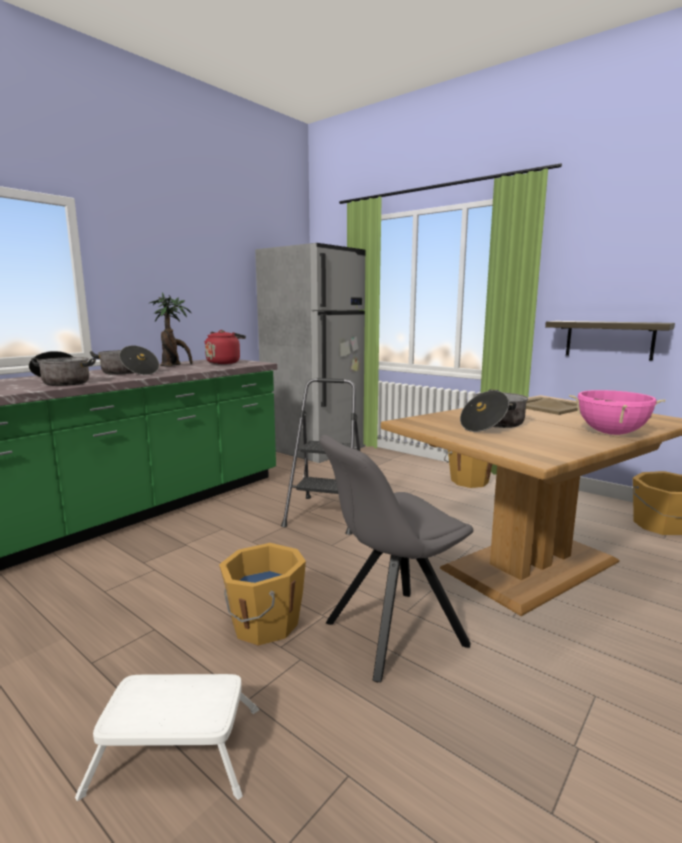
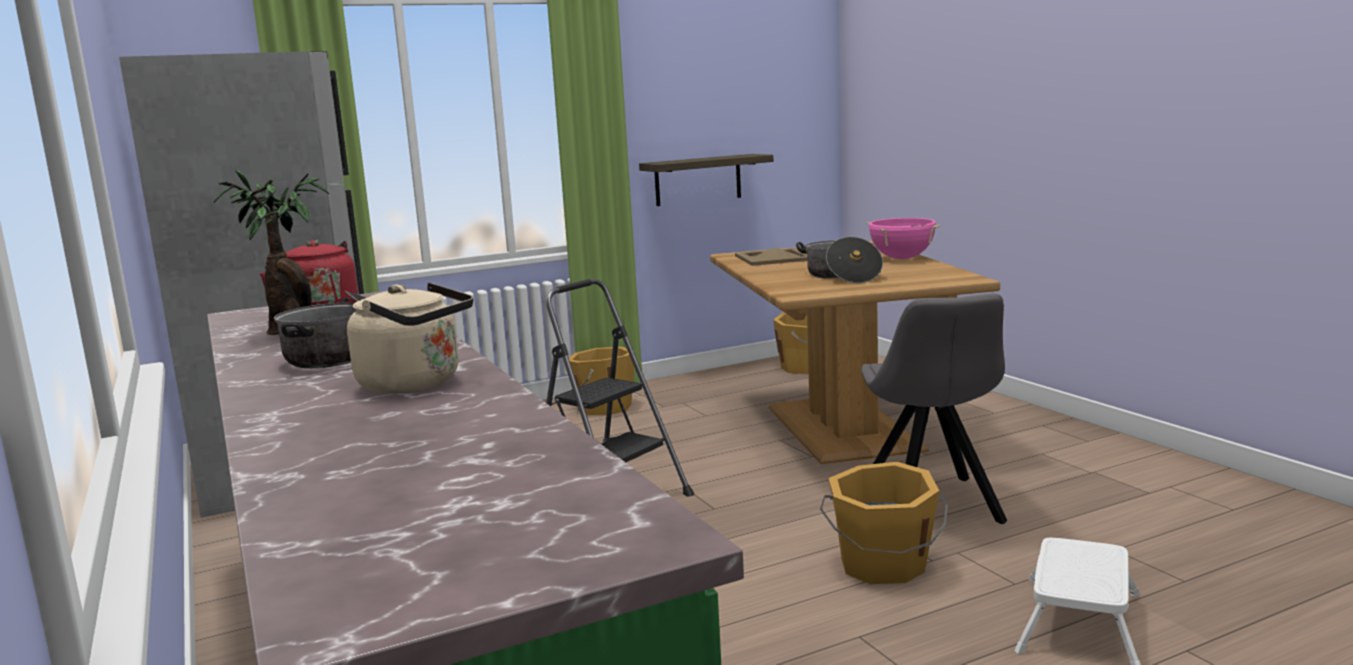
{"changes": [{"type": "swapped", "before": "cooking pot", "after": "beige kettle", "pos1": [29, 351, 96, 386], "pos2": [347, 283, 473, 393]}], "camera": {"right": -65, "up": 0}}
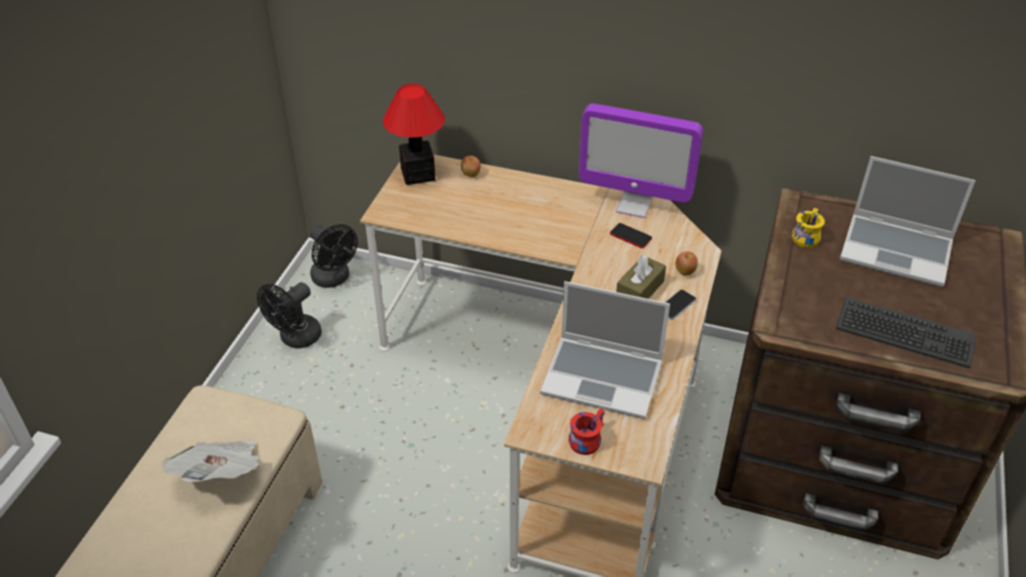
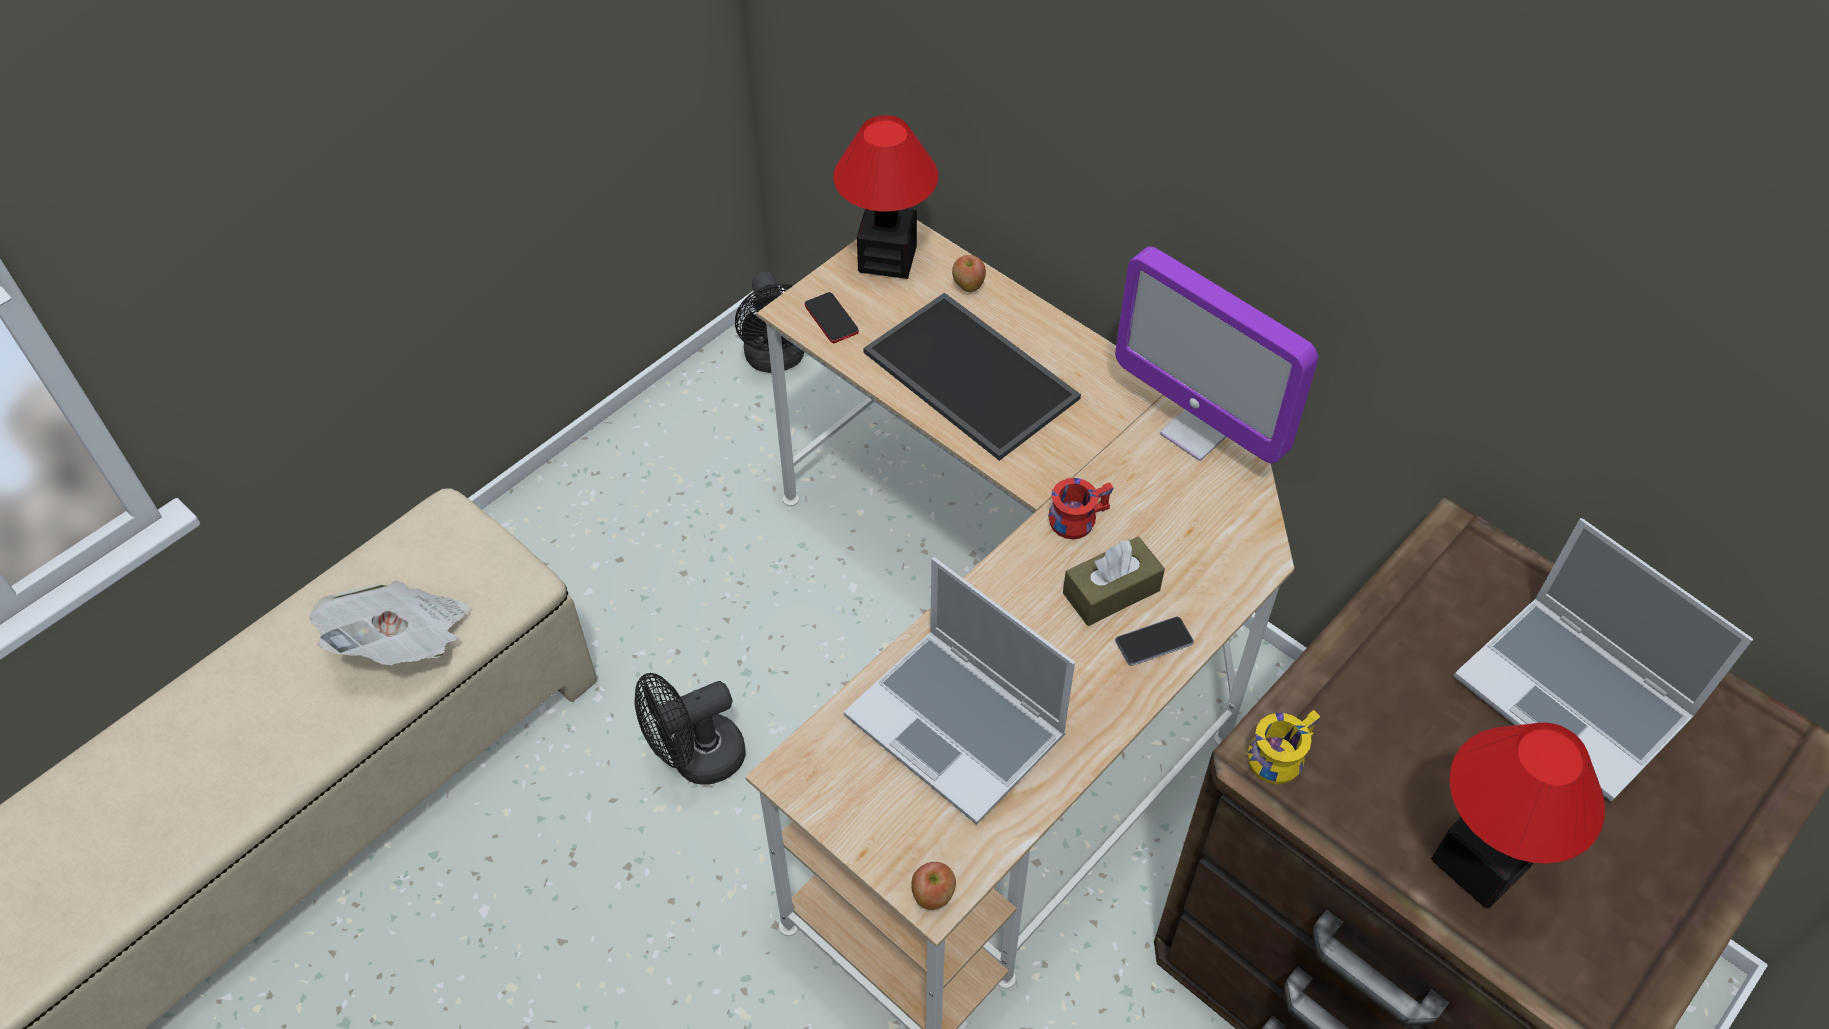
{"changes": [{"type": "shifted", "before": "black fan", "pos1": [257, 282, 322, 349], "pos2": [634, 673, 745, 785]}, {"type": "shifted", "before": "phone", "pos1": [610, 223, 652, 248], "pos2": [805, 292, 859, 343]}, {"type": "new", "after": "tray", "pos2": [863, 292, 1081, 461]}, {"type": "shifted", "before": "apple", "pos1": [675, 251, 698, 276], "pos2": [911, 862, 956, 910]}, {"type": "shifted", "before": "red mug", "pos1": [569, 408, 605, 455], "pos2": [1048, 478, 1113, 539]}, {"type": "shifted", "before": "yellow mug", "pos1": [792, 208, 825, 248], "pos2": [1248, 710, 1321, 784]}, {"type": "swapped", "before": "keyboard", "after": "table lamp", "pos1": [836, 297, 977, 369], "pos2": [1431, 722, 1605, 908]}], "camera": {"right": 25, "up": 10}}
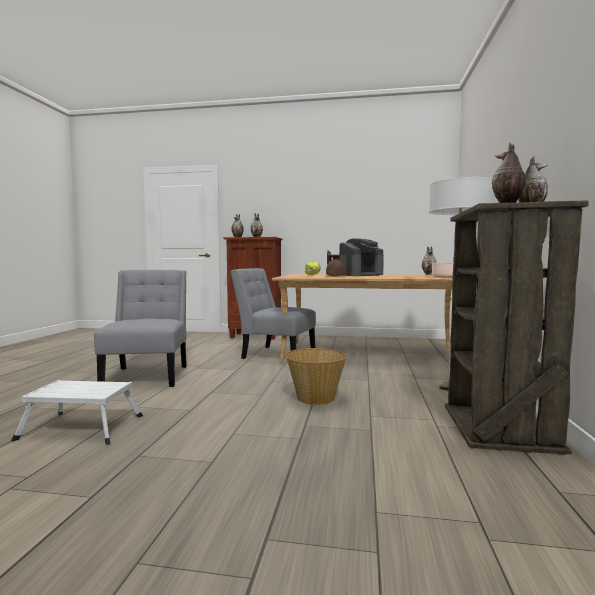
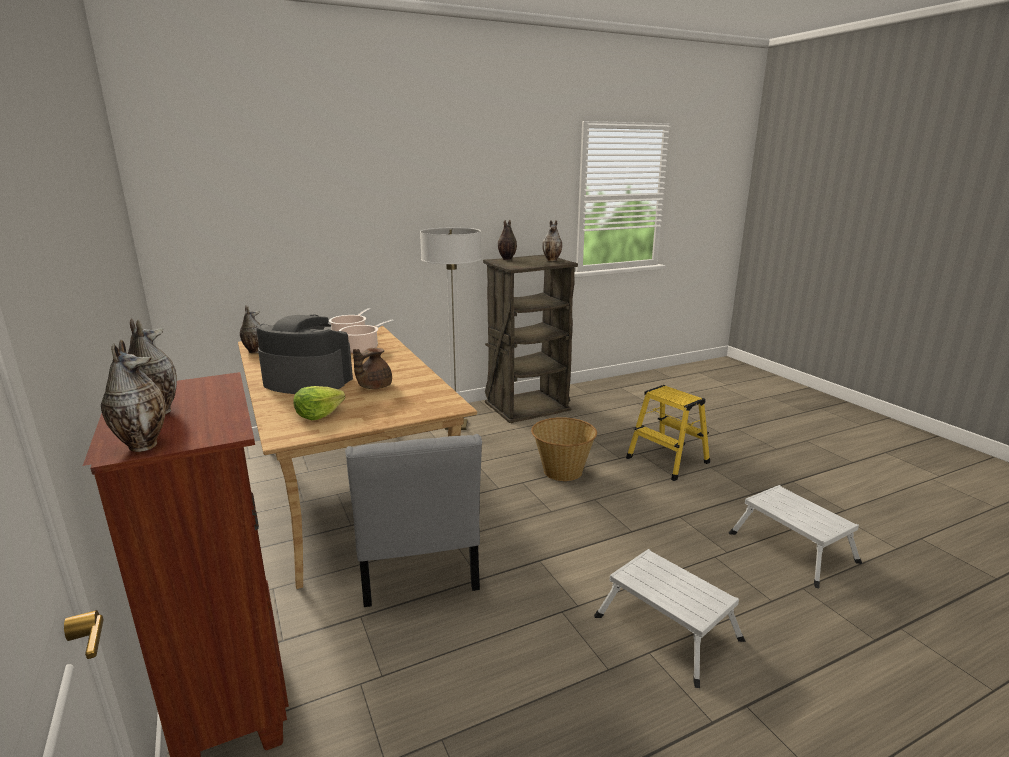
{"changes": [{"type": "new", "after": "cooking pot", "pos2": [339, 320, 394, 353]}, {"type": "swapped", "before": "grey chair", "after": "white step ladder", "pos1": [94, 270, 187, 387], "pos2": [594, 549, 746, 688]}, {"type": "new", "after": "yellow step ladder", "pos2": [626, 385, 710, 481]}], "camera": {"right": -125, "up": 15}}
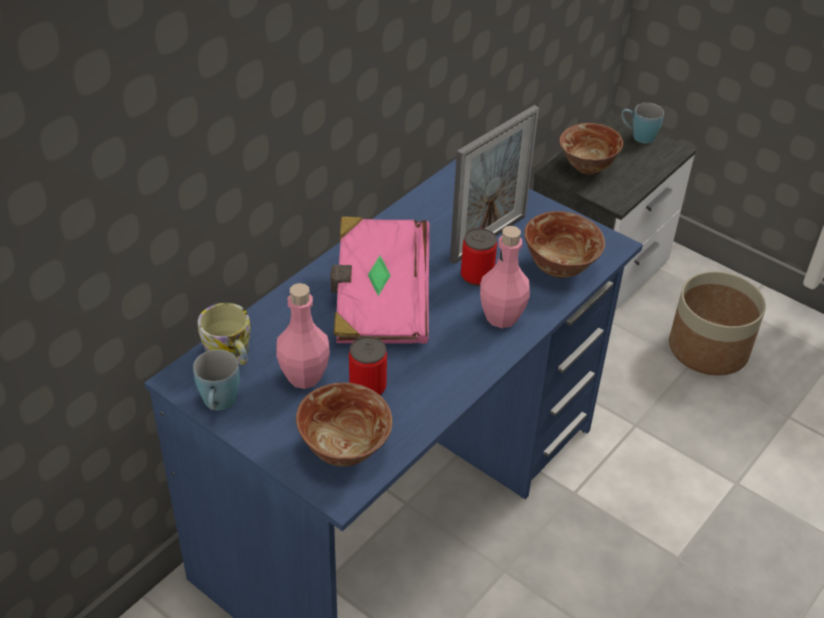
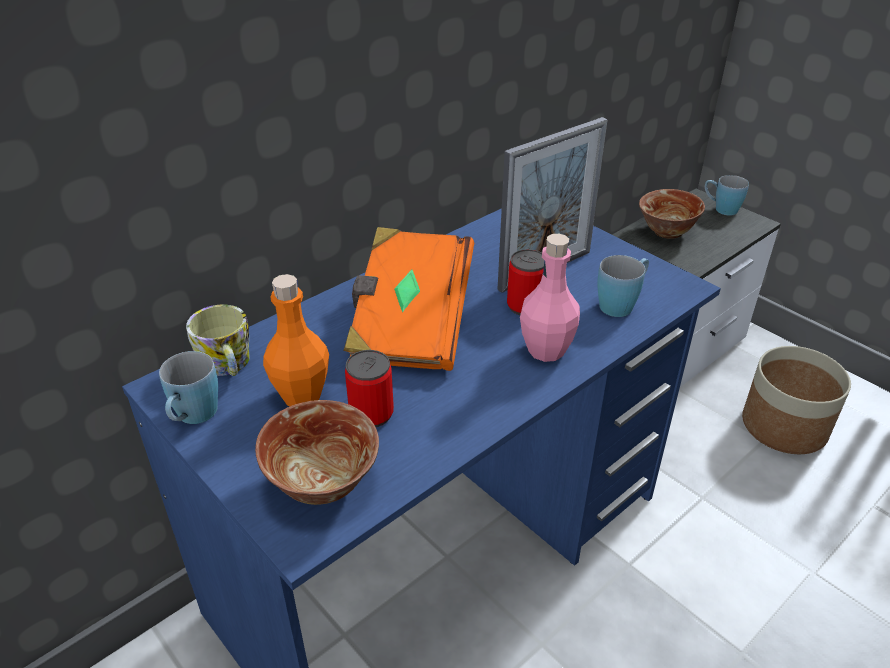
{"changes": [{"type": "repainted", "before": "pink bottle", "after": "orange bottle", "pos1": [276, 283, 330, 389], "pos2": [263, 274, 329, 406]}, {"type": "repainted", "before": "pink book", "after": "orange book", "pos1": [330, 216, 430, 344], "pos2": [344, 227, 474, 371]}, {"type": "swapped", "before": "bowl", "after": "blue mug", "pos1": [524, 211, 605, 278], "pos2": [597, 255, 649, 317]}], "camera": {"right": 10, "up": -5}}
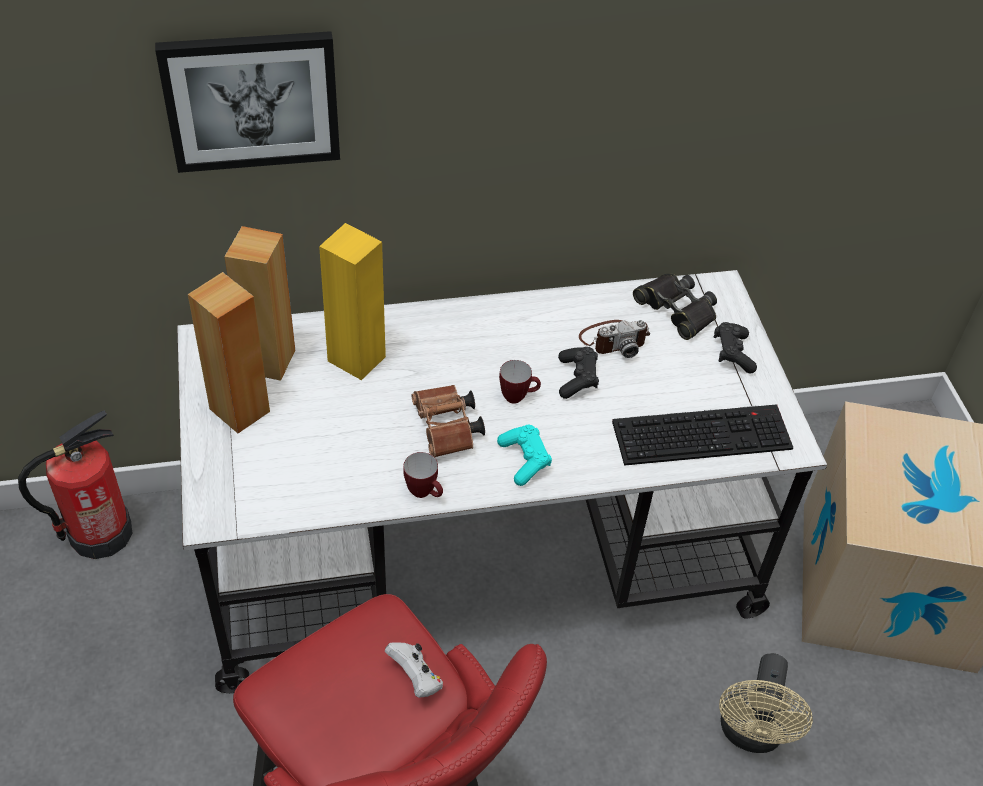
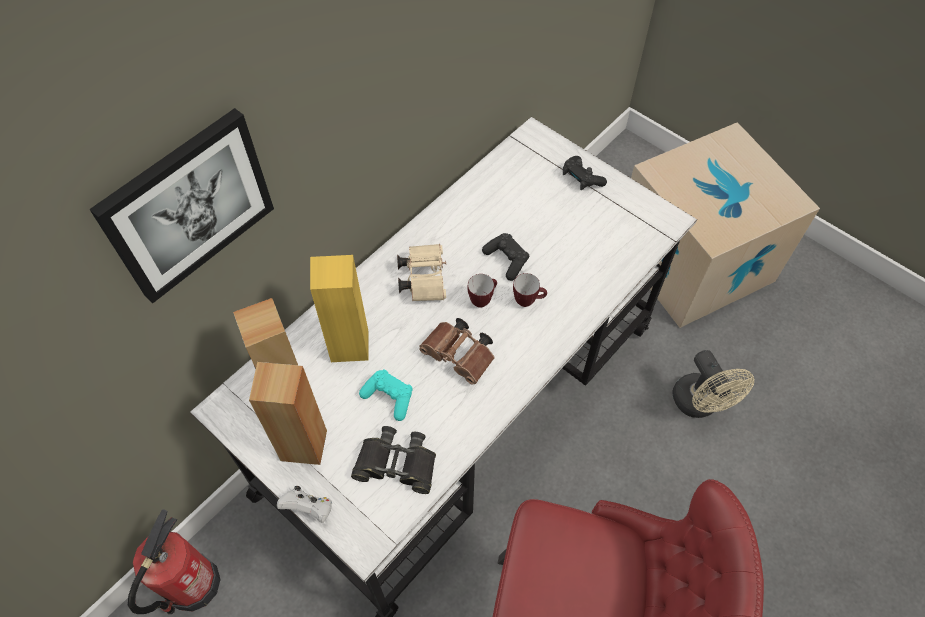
{"changes": [{"type": "shifted", "before": "white game controller", "pos1": [385, 642, 443, 698], "pos2": [277, 486, 332, 523]}, {"type": "shifted", "before": "black binoculars", "pos1": [633, 274, 717, 340], "pos2": [351, 426, 436, 494]}, {"type": "shifted", "before": "turquoise game controller", "pos1": [497, 425, 552, 486], "pos2": [359, 369, 413, 421]}, {"type": "new", "after": "beige binoculars", "pos2": [397, 244, 446, 301]}, {"type": "shifted", "before": "mug", "pos1": [403, 452, 443, 498], "pos2": [513, 273, 547, 307]}, {"type": "gone", "before": "photo camera", "pos1": [579, 320, 650, 358]}, {"type": "gone", "before": "keyboard", "pos1": [612, 404, 794, 466]}], "camera": {"right": -35, "up": 10}}
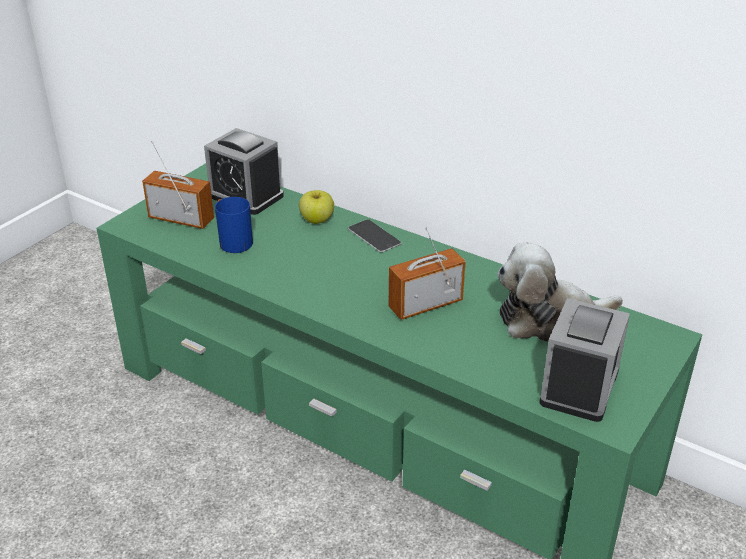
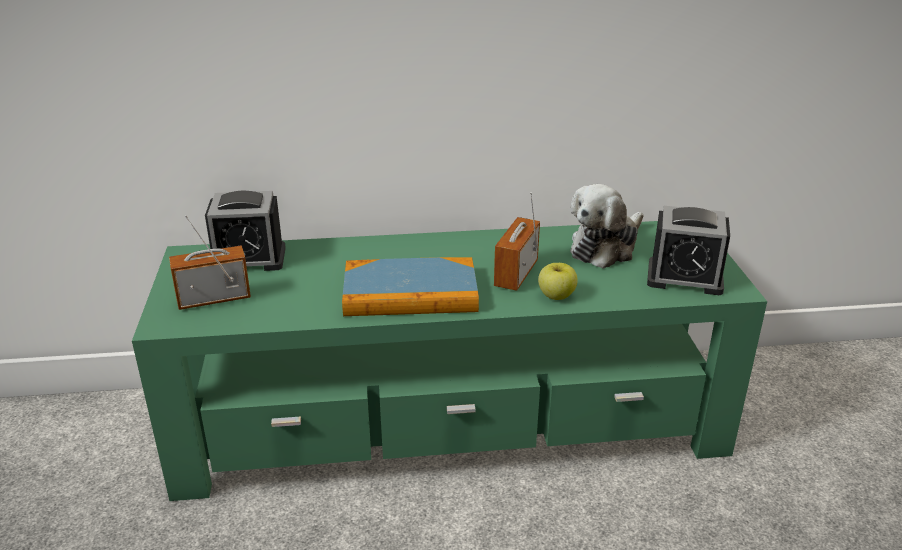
{"changes": [{"type": "new", "after": "book", "pos2": [342, 257, 479, 316]}, {"type": "shifted", "before": "apple", "pos1": [299, 190, 334, 224], "pos2": [538, 263, 578, 300]}, {"type": "rotated", "before": "alarm clock", "pos1": [539, 298, 630, 422], "pos2": [647, 206, 730, 295], "turn": 120}, {"type": "gone", "before": "blue mug", "pos1": [215, 197, 253, 253]}, {"type": "gone", "before": "phone", "pos1": [348, 219, 402, 253]}], "camera": {"right": -40, "up": -5}}
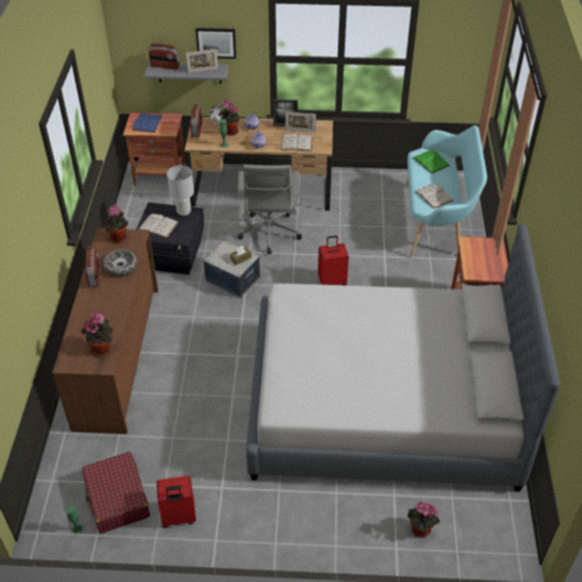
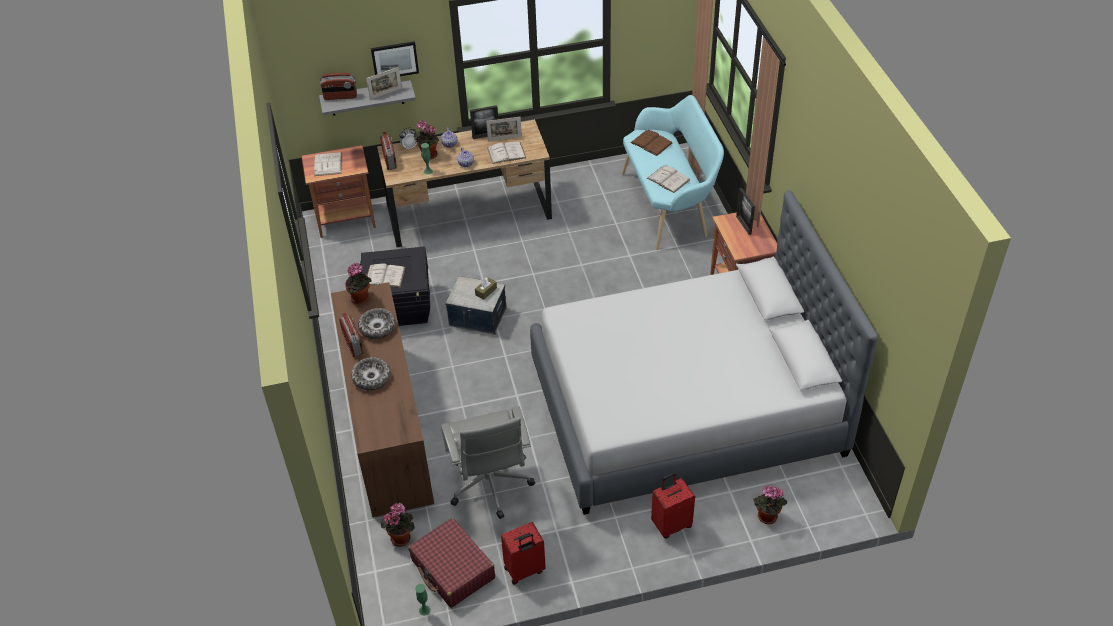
{"changes": [{"type": "repainted", "before": "blue book", "after": "white book", "pos1": [132, 113, 163, 133], "pos2": [314, 152, 342, 176]}, {"type": "new", "after": "bowl", "pos2": [351, 357, 391, 390]}, {"type": "shifted", "before": "potted plant", "pos1": [81, 313, 113, 357], "pos2": [381, 503, 415, 547]}, {"type": "shifted", "before": "grey office chair", "pos1": [237, 164, 302, 254], "pos2": [441, 406, 535, 519]}, {"type": "repainted", "before": "green book", "after": "brown book", "pos1": [413, 150, 450, 174], "pos2": [631, 130, 672, 156]}, {"type": "shifted", "before": "red suitcase", "pos1": [318, 236, 349, 285], "pos2": [651, 473, 695, 538]}, {"type": "new", "after": "picture frame", "pos2": [736, 188, 755, 235]}, {"type": "gone", "before": "grey table lamp", "pos1": [167, 165, 194, 216]}], "camera": {"right": -15, "up": 0}}
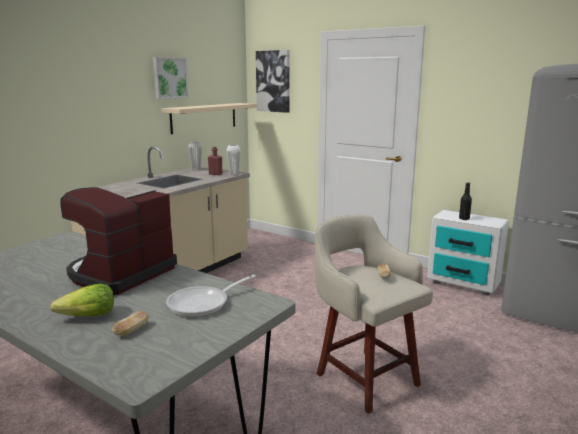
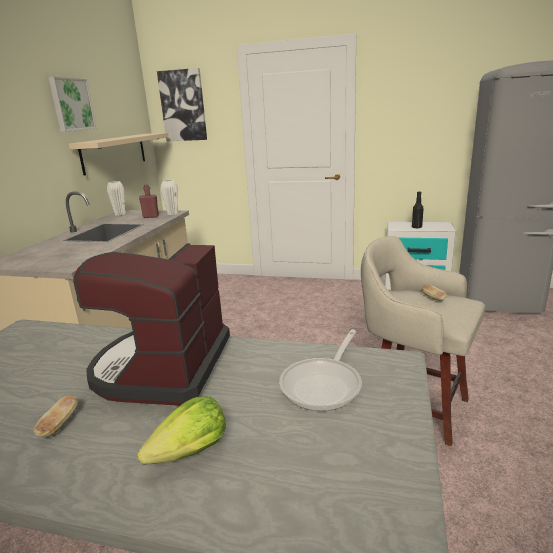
{"changes": [{"type": "shifted", "before": "bread", "pos1": [112, 311, 149, 336], "pos2": [34, 396, 78, 437]}], "camera": {"right": -20, "up": 5}}
